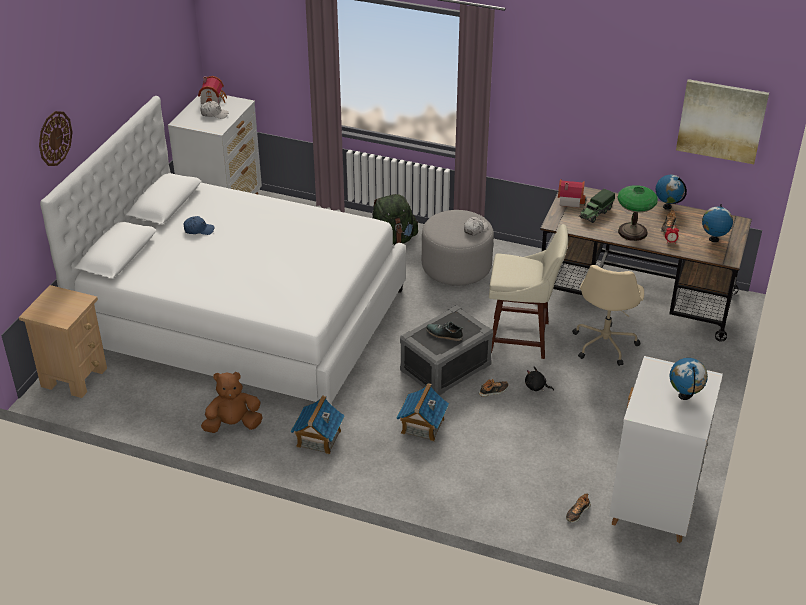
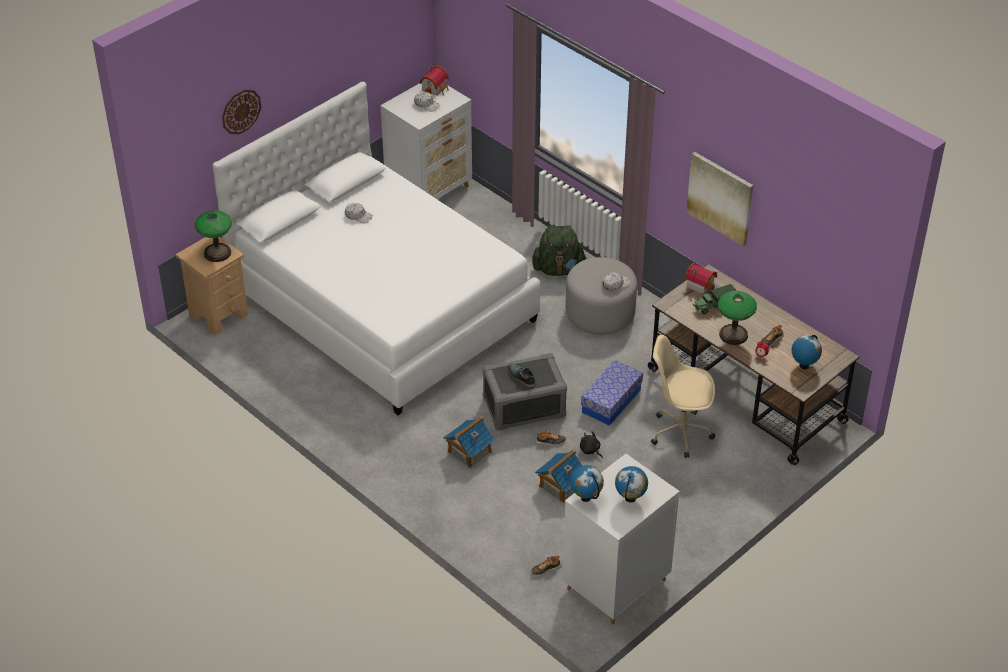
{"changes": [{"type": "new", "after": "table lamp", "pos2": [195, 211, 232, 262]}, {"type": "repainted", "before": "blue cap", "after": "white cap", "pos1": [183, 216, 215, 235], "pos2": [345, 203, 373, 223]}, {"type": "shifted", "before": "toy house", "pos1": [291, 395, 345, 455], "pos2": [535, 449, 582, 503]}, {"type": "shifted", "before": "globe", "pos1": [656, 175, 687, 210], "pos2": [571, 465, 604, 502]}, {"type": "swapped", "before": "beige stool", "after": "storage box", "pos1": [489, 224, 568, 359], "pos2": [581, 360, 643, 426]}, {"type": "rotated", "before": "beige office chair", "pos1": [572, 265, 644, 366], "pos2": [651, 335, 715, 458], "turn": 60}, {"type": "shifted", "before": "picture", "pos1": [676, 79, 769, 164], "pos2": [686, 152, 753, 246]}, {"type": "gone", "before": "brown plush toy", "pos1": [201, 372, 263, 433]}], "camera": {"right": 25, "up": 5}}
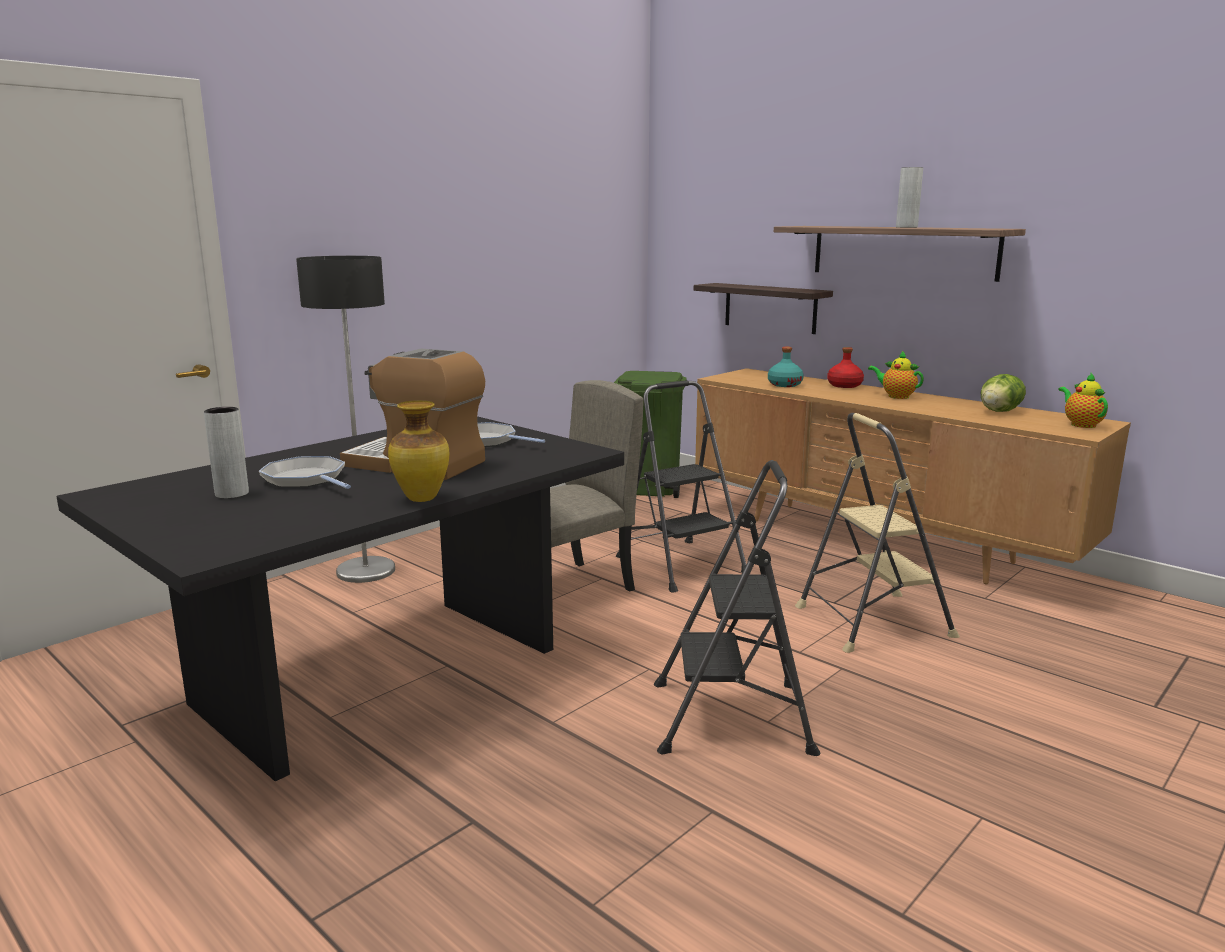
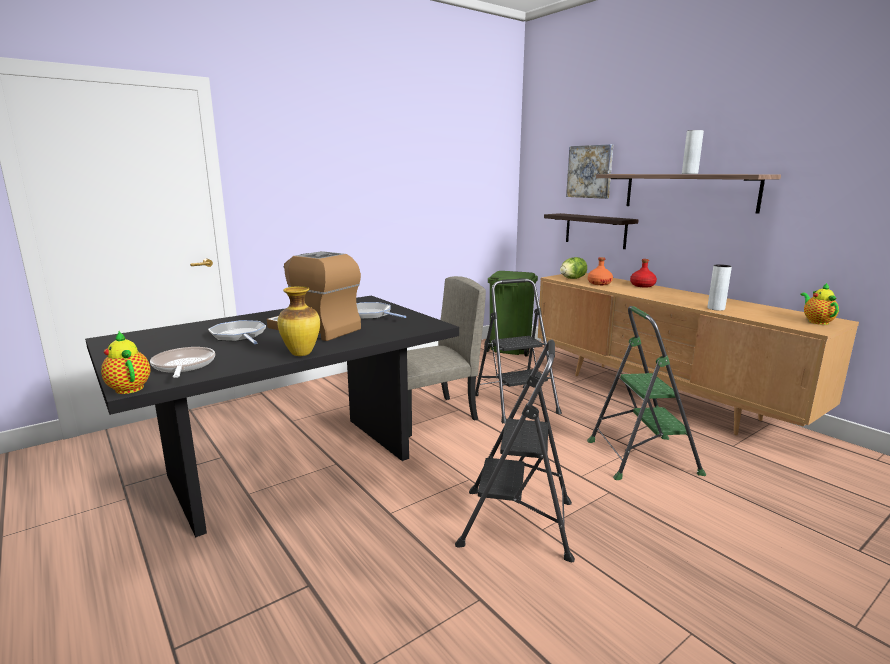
{"changes": [{"type": "shifted", "before": "teapot", "pos1": [868, 351, 924, 399], "pos2": [101, 331, 151, 394]}, {"type": "new", "after": "frying pan", "pos2": [150, 347, 215, 378]}, {"type": "shifted", "before": "lettuce", "pos1": [980, 374, 1026, 412], "pos2": [560, 257, 587, 279]}, {"type": "new", "after": "picture", "pos2": [566, 144, 613, 199]}, {"type": "repainted", "before": "beige step ladder", "after": "green step ladder", "pos1": [795, 413, 960, 653], "pos2": [587, 306, 706, 480]}, {"type": "repainted", "before": "turquoise bottle", "after": "orange bottle", "pos1": [768, 347, 804, 387], "pos2": [588, 257, 613, 285]}, {"type": "shifted", "before": "grey vase", "pos1": [204, 407, 249, 499], "pos2": [707, 264, 732, 311]}, {"type": "gone", "before": "floor lamp", "pos1": [296, 256, 395, 583]}], "camera": {"right": 10, "up": 0}}
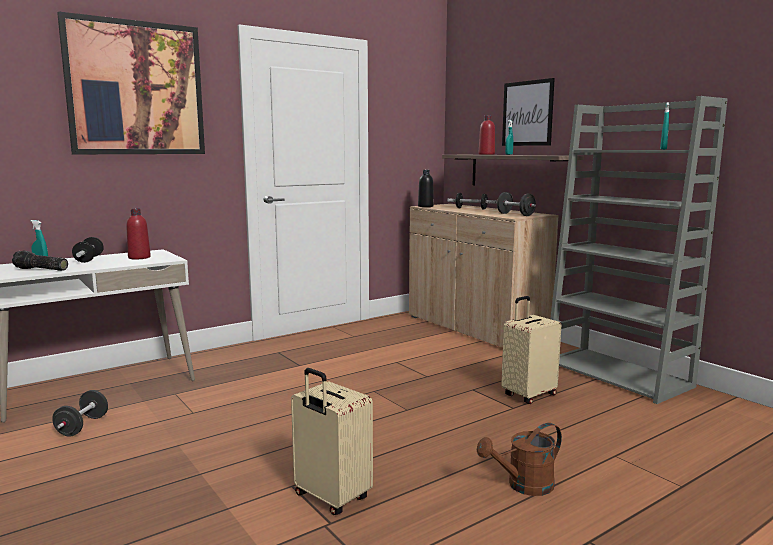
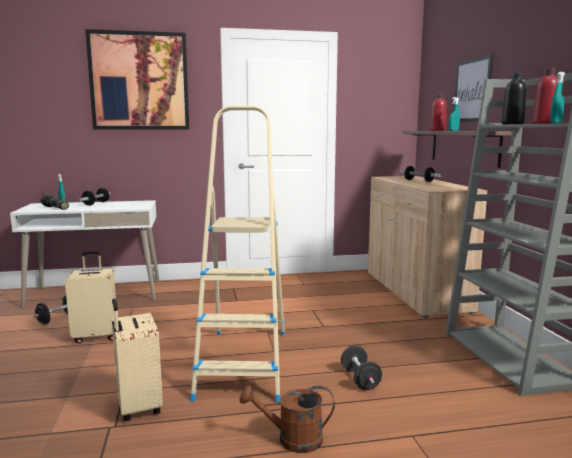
{"changes": [{"type": "shifted", "before": "beige suitcase", "pos1": [501, 296, 561, 404], "pos2": [65, 251, 116, 344]}, {"type": "new", "after": "beige step ladder", "pos2": [190, 106, 285, 403]}, {"type": "shifted", "before": "black dumbbell", "pos1": [497, 192, 536, 216], "pos2": [341, 345, 382, 390]}, {"type": "shifted", "before": "black bottle", "pos1": [418, 170, 434, 207], "pos2": [501, 73, 526, 124]}, {"type": "shifted", "before": "red bottle", "pos1": [126, 209, 151, 260], "pos2": [532, 68, 558, 124]}], "camera": {"right": 25, "up": 0}}
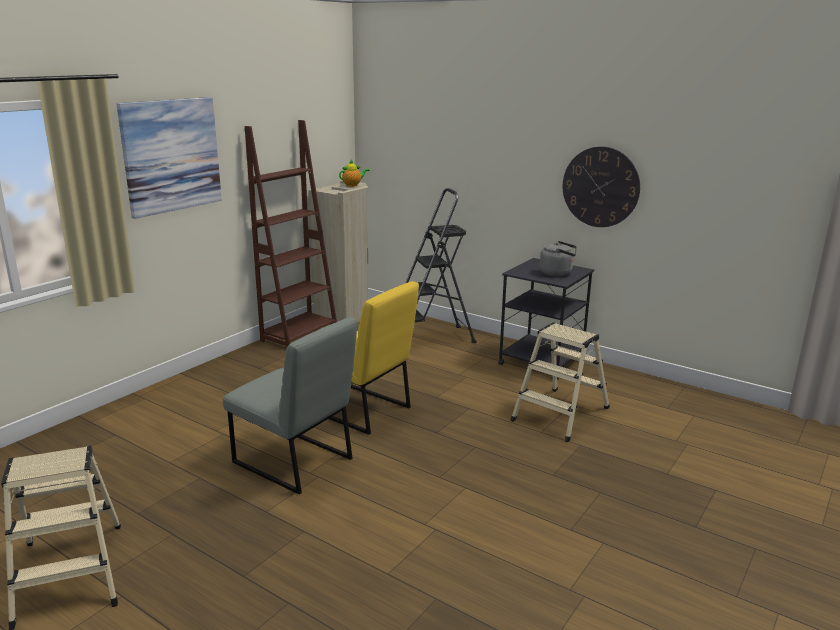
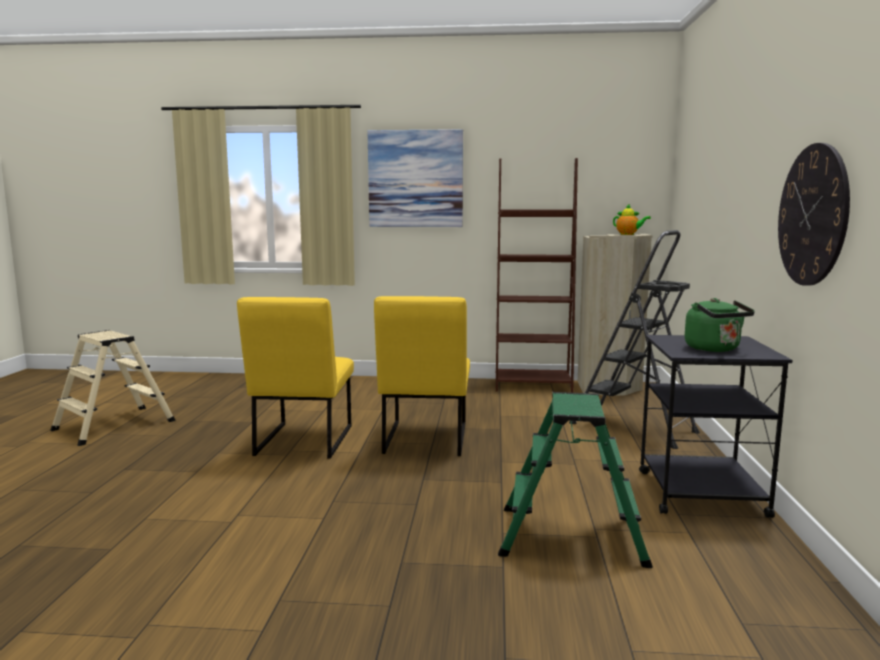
{"changes": [{"type": "repainted", "before": "grey chair", "after": "yellow chair", "pos1": [223, 317, 357, 494], "pos2": [237, 297, 354, 459]}, {"type": "repainted", "before": "beige step ladder", "after": "green step ladder", "pos1": [510, 322, 610, 442], "pos2": [498, 392, 653, 568]}, {"type": "repainted", "before": "grey kettle", "after": "green kettle", "pos1": [539, 241, 577, 277], "pos2": [685, 298, 755, 352]}], "camera": {"right": 60, "up": -10}}
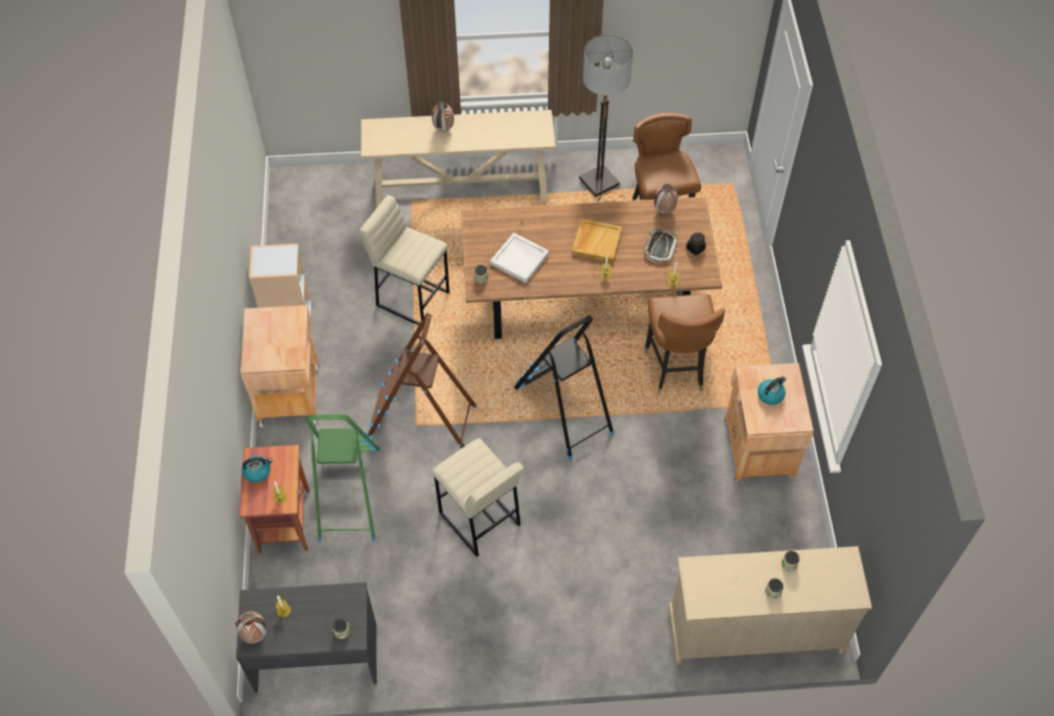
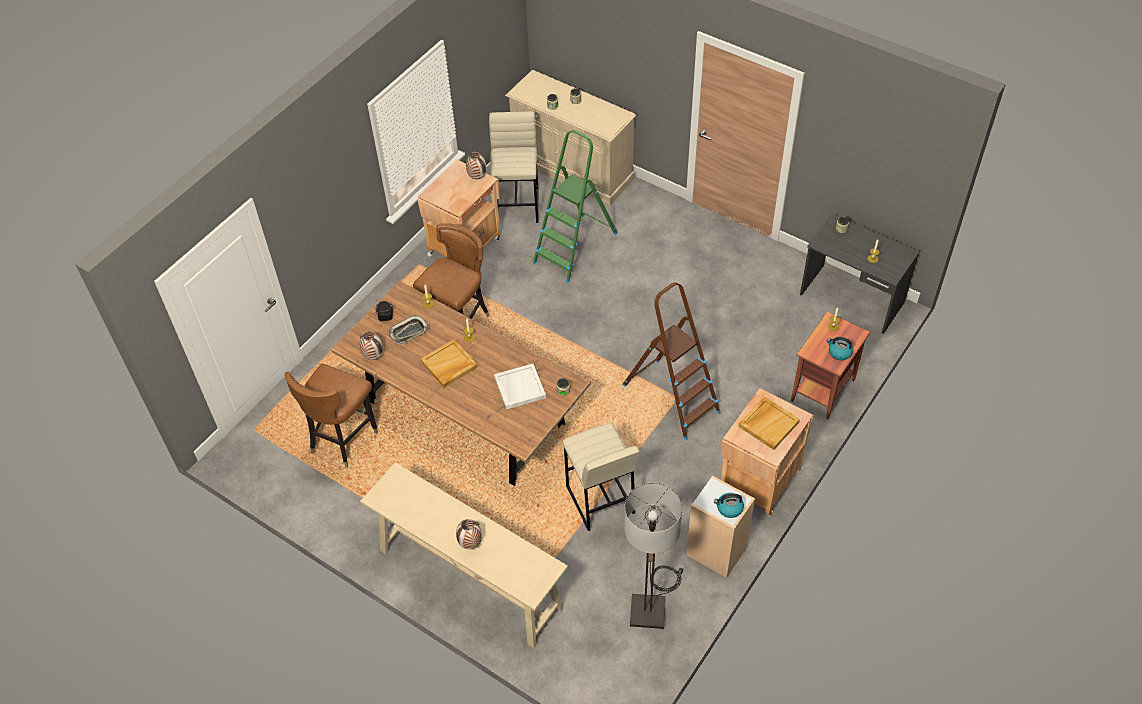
{"changes": [{"type": "shifted", "before": "vase", "pos1": [235, 611, 267, 644], "pos2": [466, 152, 487, 179]}, {"type": "shifted", "before": "beige stool", "pos1": [432, 438, 524, 557], "pos2": [489, 111, 539, 223]}, {"type": "shifted", "before": "green step ladder", "pos1": [306, 414, 380, 542], "pos2": [533, 130, 618, 283]}, {"type": "shifted", "before": "floor lamp", "pos1": [579, 35, 633, 202], "pos2": [624, 483, 683, 629]}, {"type": "shifted", "before": "kettle", "pos1": [758, 376, 786, 405], "pos2": [714, 493, 744, 518]}, {"type": "new", "after": "beige tray", "pos2": [738, 396, 800, 450]}, {"type": "gone", "before": "black step ladder", "pos1": [514, 315, 614, 460]}], "camera": {"right": -140, "up": -5}}
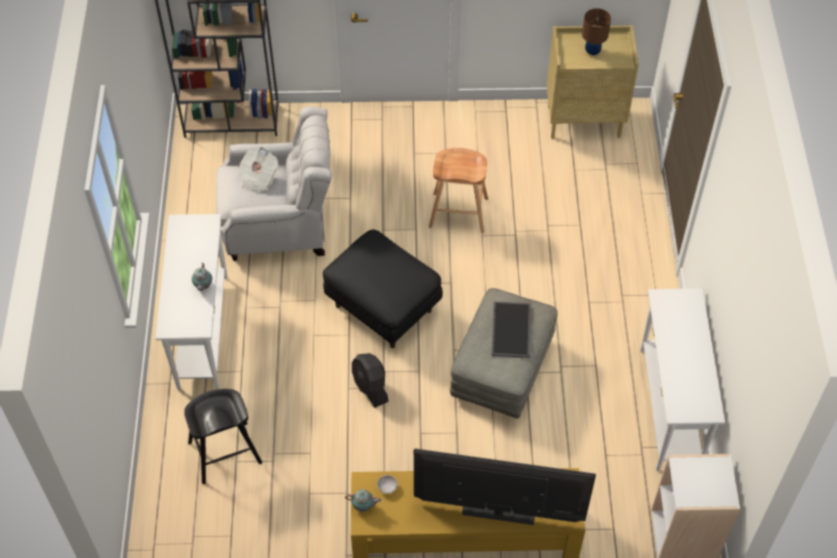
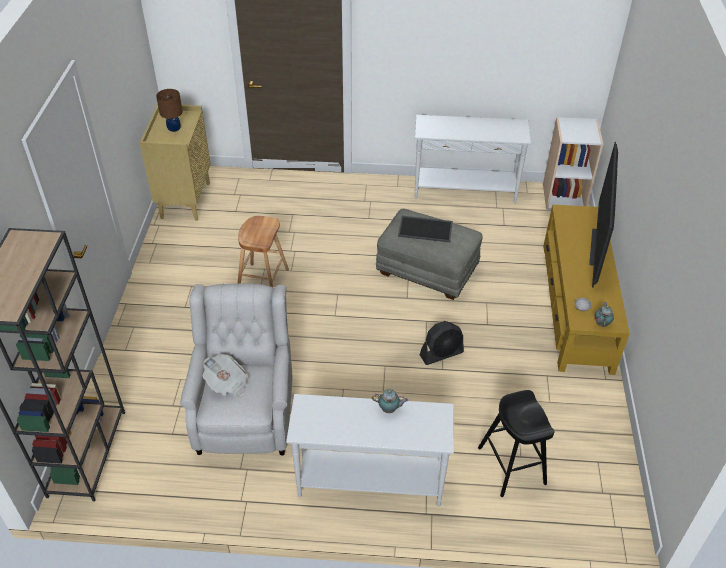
{"changes": [{"type": "gone", "before": "black ottoman", "pos1": [323, 230, 443, 348]}], "camera": {"right": -85, "up": -10}}
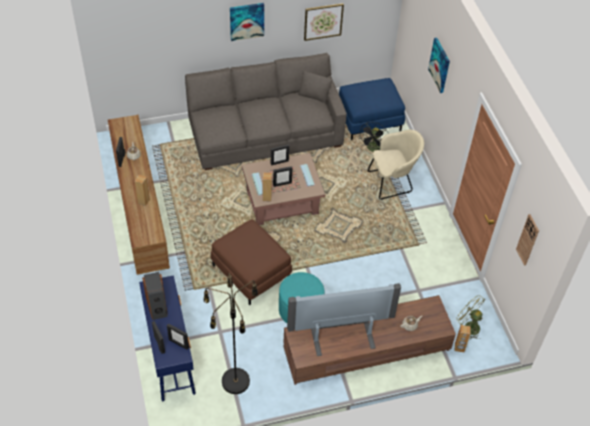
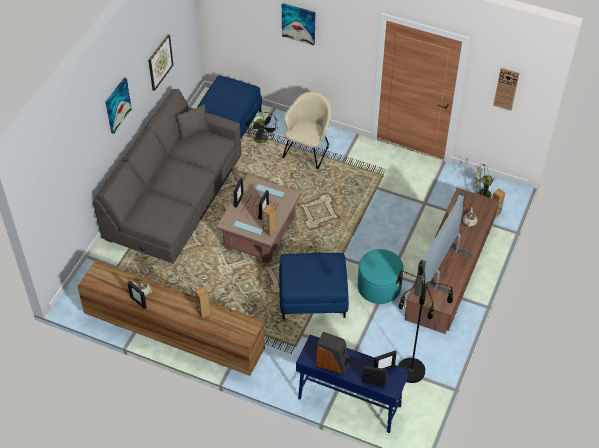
{"changes": [{"type": "repainted", "before": "brown ottoman", "after": "blue ottoman", "pos1": [211, 219, 292, 305], "pos2": [279, 253, 349, 319]}], "camera": {"right": -50, "up": 0}}
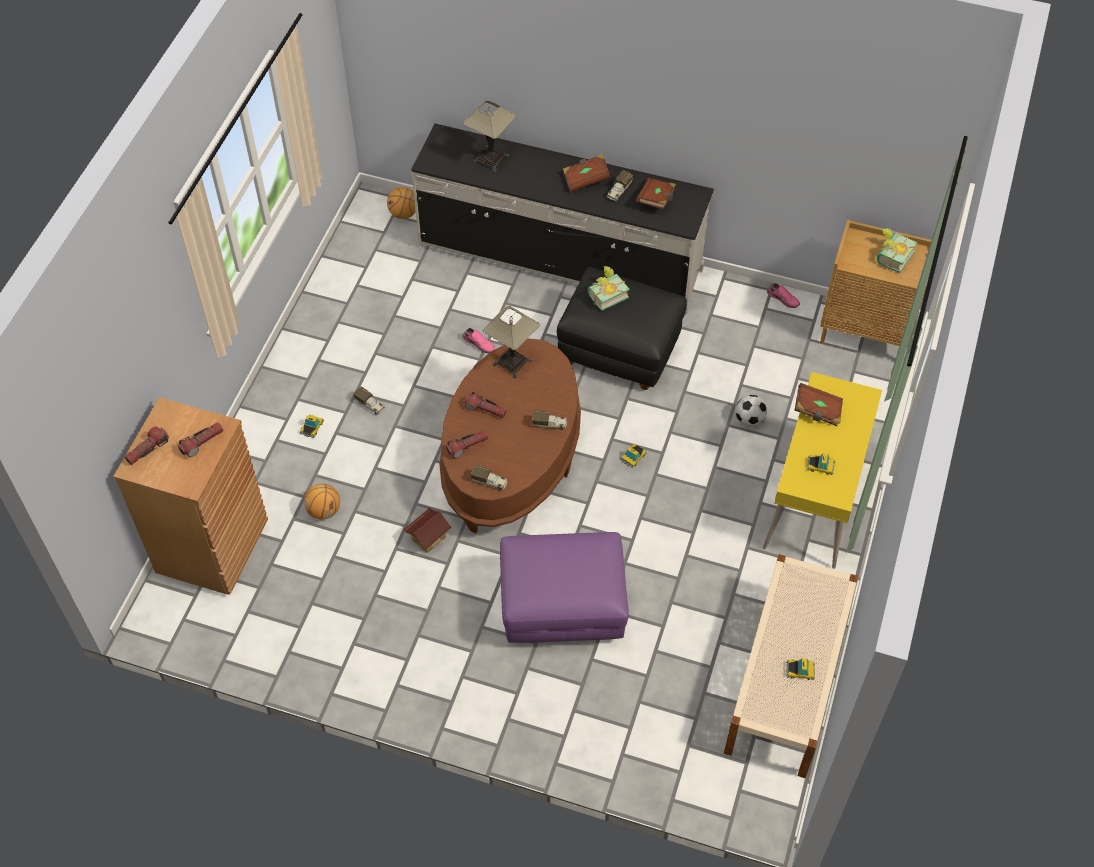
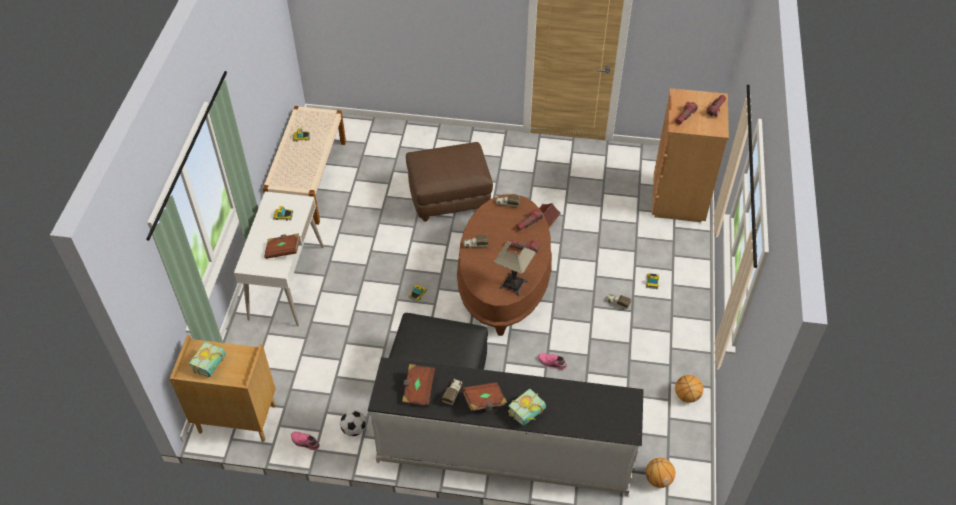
{"changes": [{"type": "repainted", "before": "yellow desk", "after": "white desk", "pos1": [763, 372, 882, 569], "pos2": [234, 191, 324, 326]}, {"type": "shifted", "before": "football", "pos1": [735, 395, 767, 427], "pos2": [340, 410, 366, 436]}, {"type": "repainted", "before": "purple ottoman", "after": "brown ottoman", "pos1": [500, 532, 628, 643], "pos2": [406, 142, 493, 222]}, {"type": "shifted", "before": "book", "pos1": [588, 266, 630, 311], "pos2": [508, 389, 546, 426]}, {"type": "shifted", "before": "basketball", "pos1": [304, 484, 340, 520], "pos2": [675, 375, 703, 403]}, {"type": "gone", "before": "table lamp", "pos1": [463, 100, 516, 172]}], "camera": {"right": 170, "up": -5}}
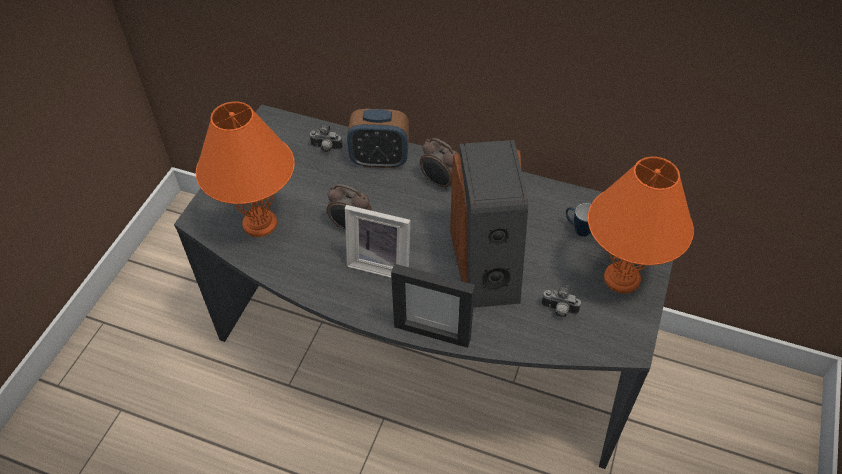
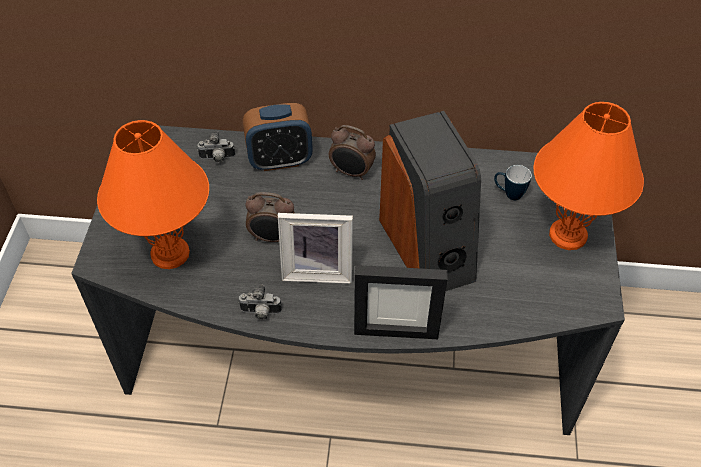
{"changes": [{"type": "shifted", "before": "photo camera", "pos1": [541, 285, 581, 318], "pos2": [238, 285, 282, 320]}], "camera": {"right": -15, "up": 0}}
